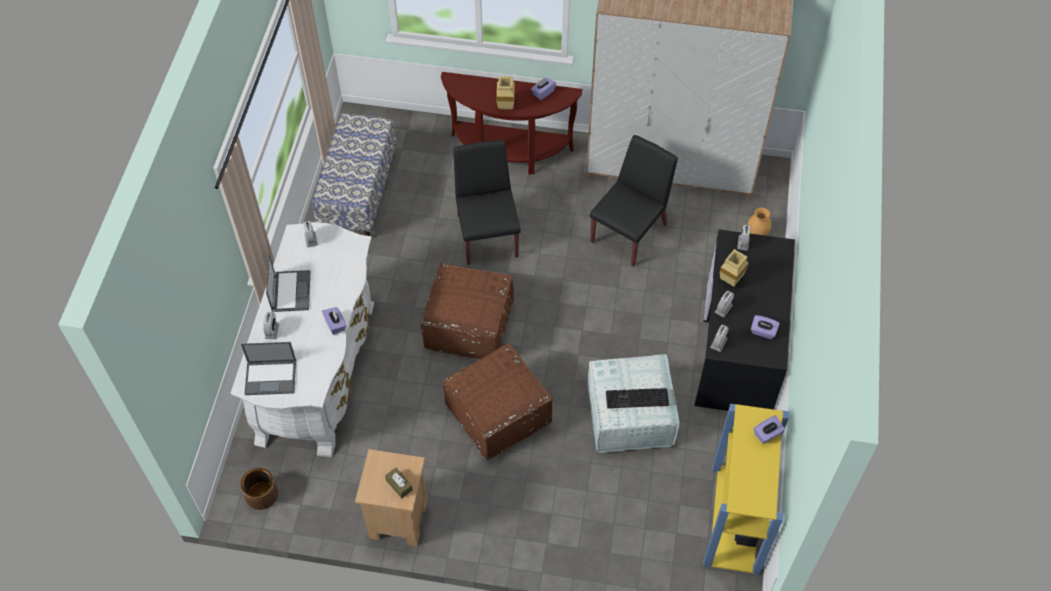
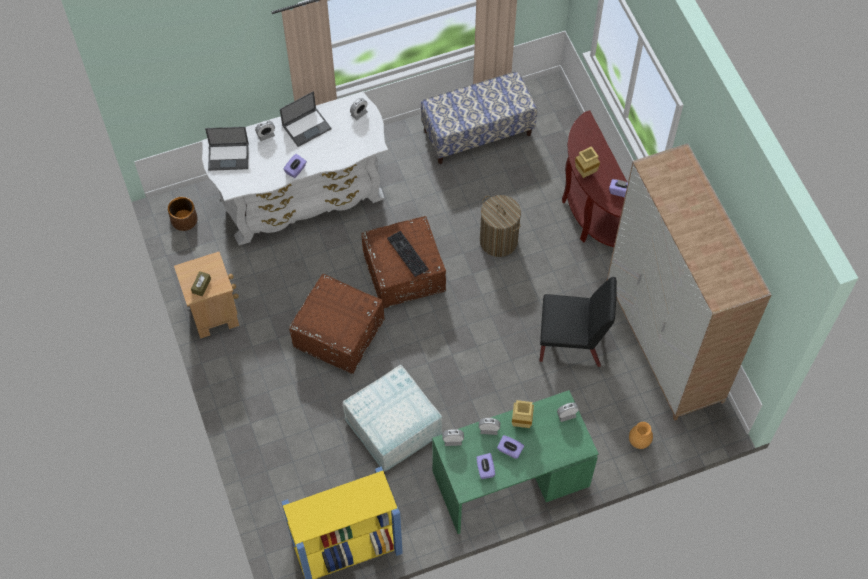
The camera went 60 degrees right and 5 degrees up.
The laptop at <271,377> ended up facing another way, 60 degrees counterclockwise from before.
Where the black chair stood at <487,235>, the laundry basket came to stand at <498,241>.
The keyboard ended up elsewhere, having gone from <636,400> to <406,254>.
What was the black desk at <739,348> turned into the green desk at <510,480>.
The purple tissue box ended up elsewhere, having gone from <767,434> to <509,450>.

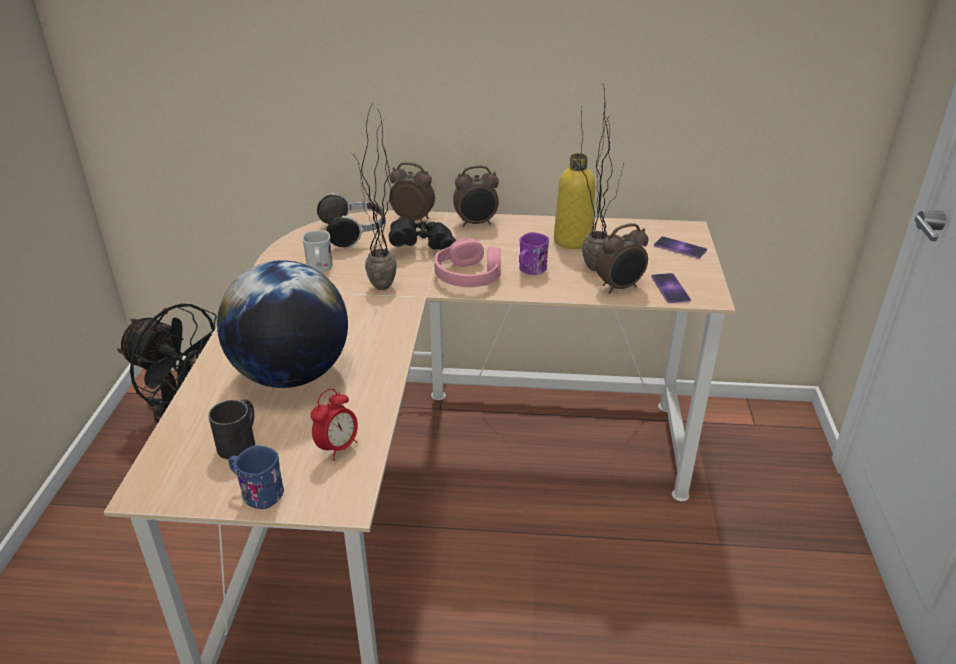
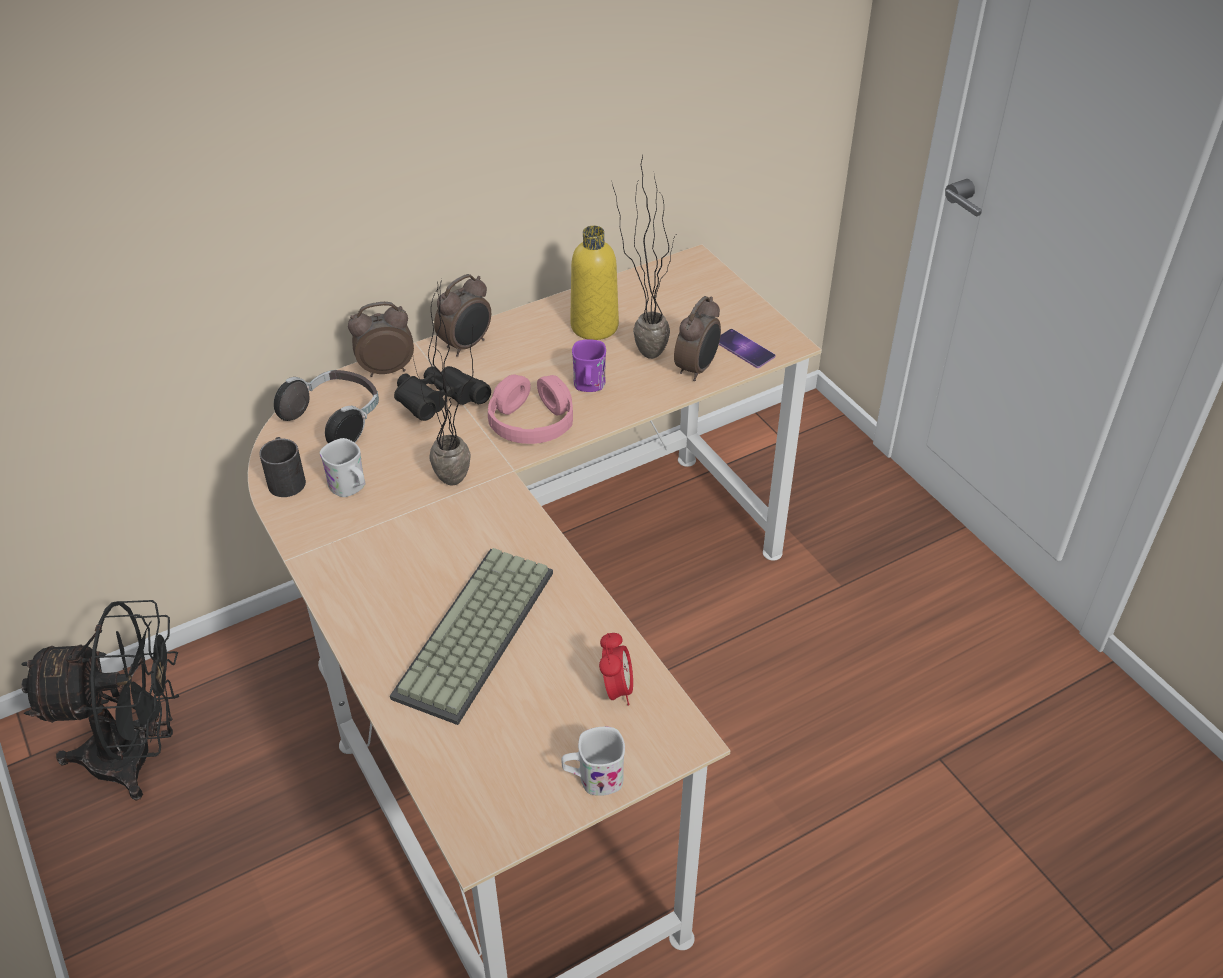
The camera went 35 degrees left and 10 degrees up.
The black mug ended up elsewhere, having gone from <240,441> to <286,478>.
Where the globe stood at <292,374>, the keyboard came to stand at <477,636>.
What was the blue mug at <257,493> turned into the white mug at <593,778>.
The second view lost the phone at <680,248>.

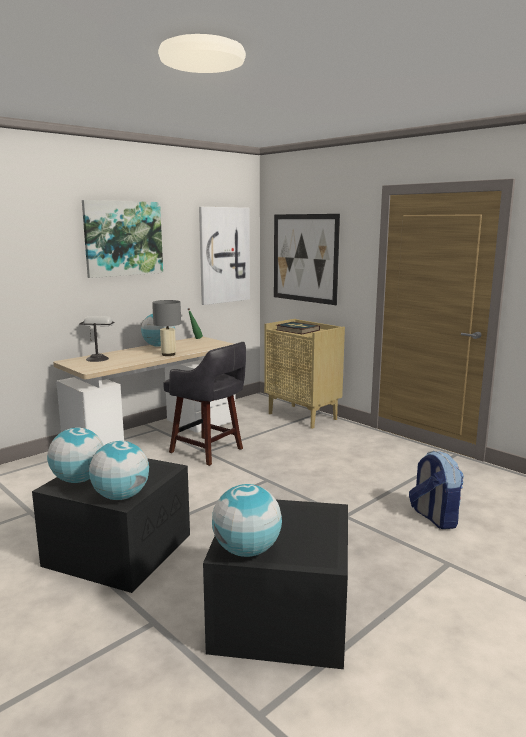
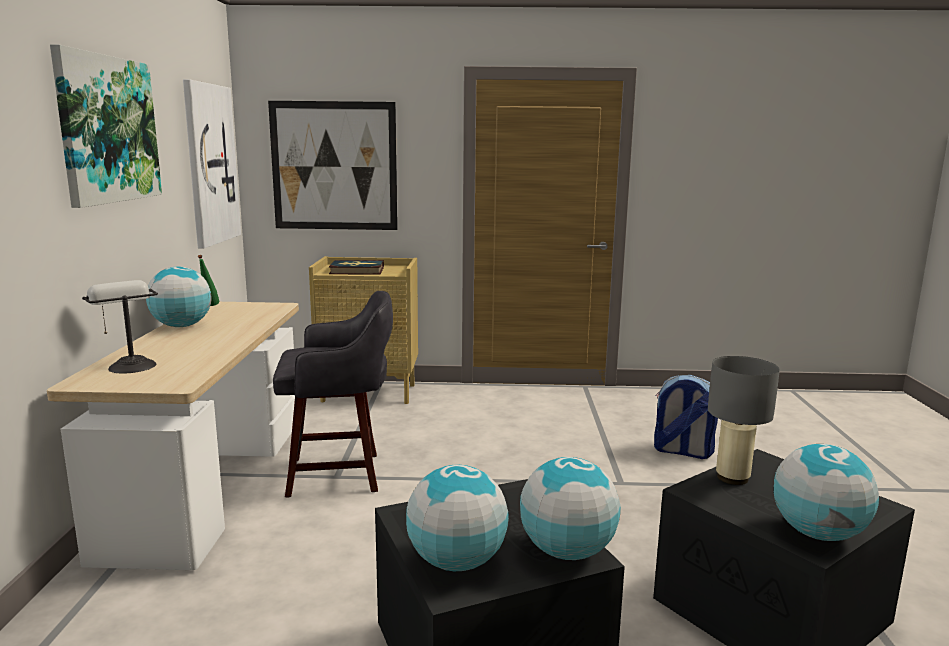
The camera went 45 degrees left and 0 degrees up.
The grey table lamp ended up elsewhere, having gone from <168,354> to <731,478>.

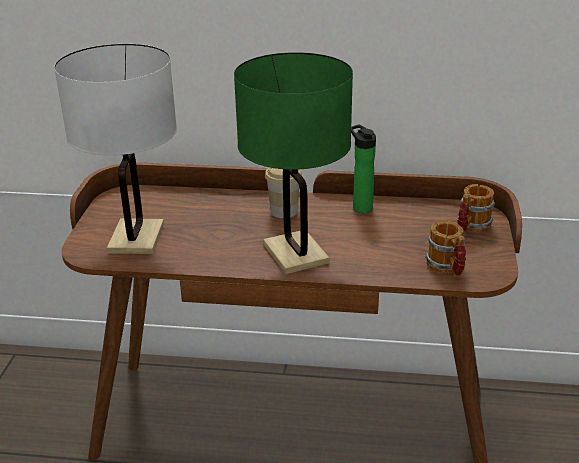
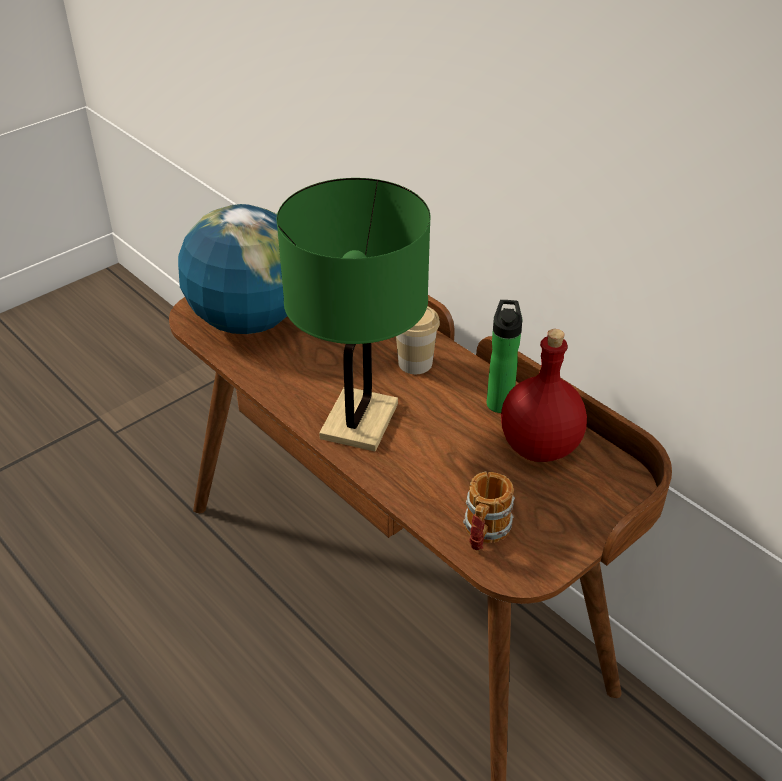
The camera went 40 degrees right and 10 degrees up.
Where the white table lamp stood at <136,238>, the globe came to stand at <249,321>.
The second view lost the mug at <470,228>.
The second view gained the red bottle at <541,447>.

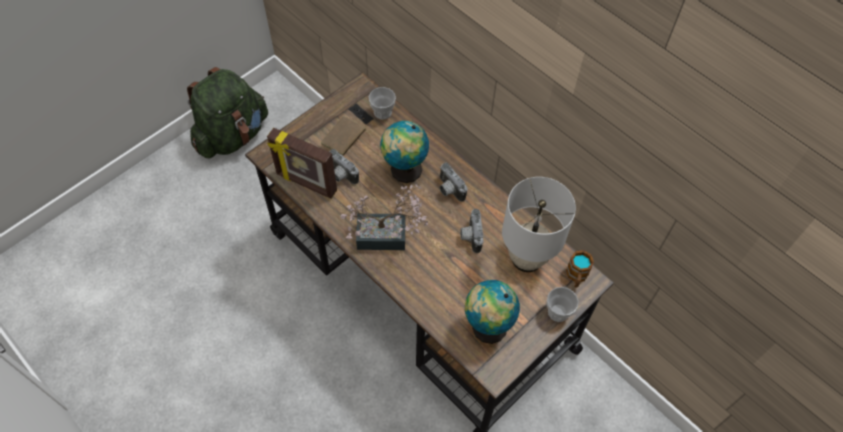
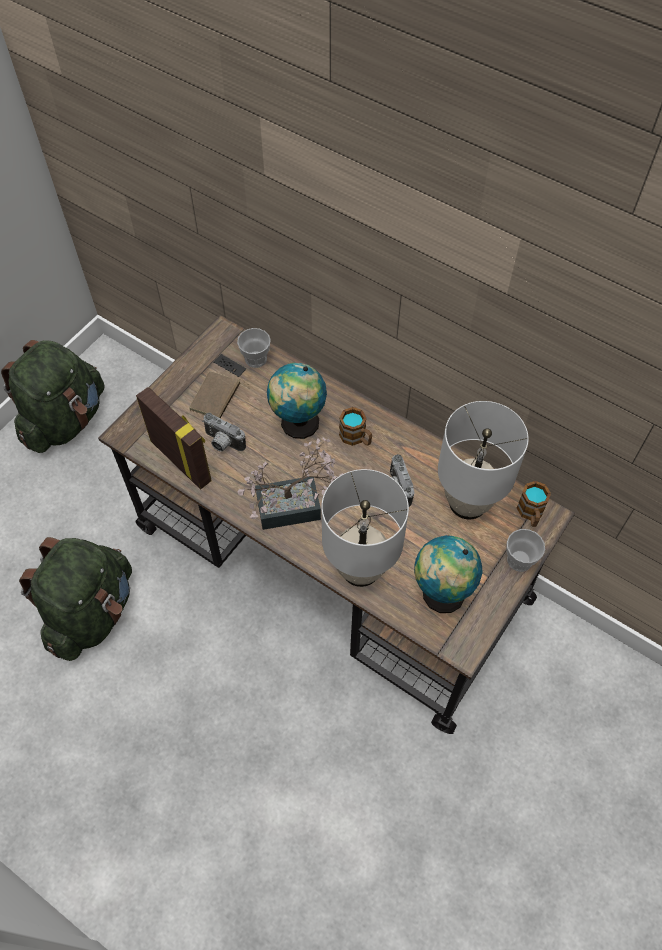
The camera went 10 degrees left and 0 degrees up.
The picture frame at <306,183> ended up facing another way, 150 degrees counterclockwise from before.
Where the photo camera stood at <448,190>, the mug came to stand at <356,438>.
The second view gained the green backpack at <92,612>.
The second view gained the white table lamp at <360,568>.

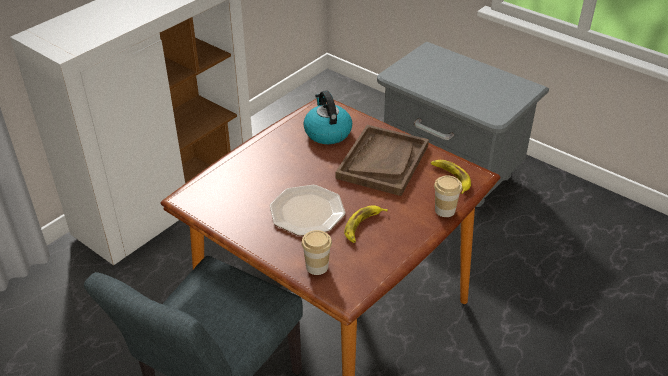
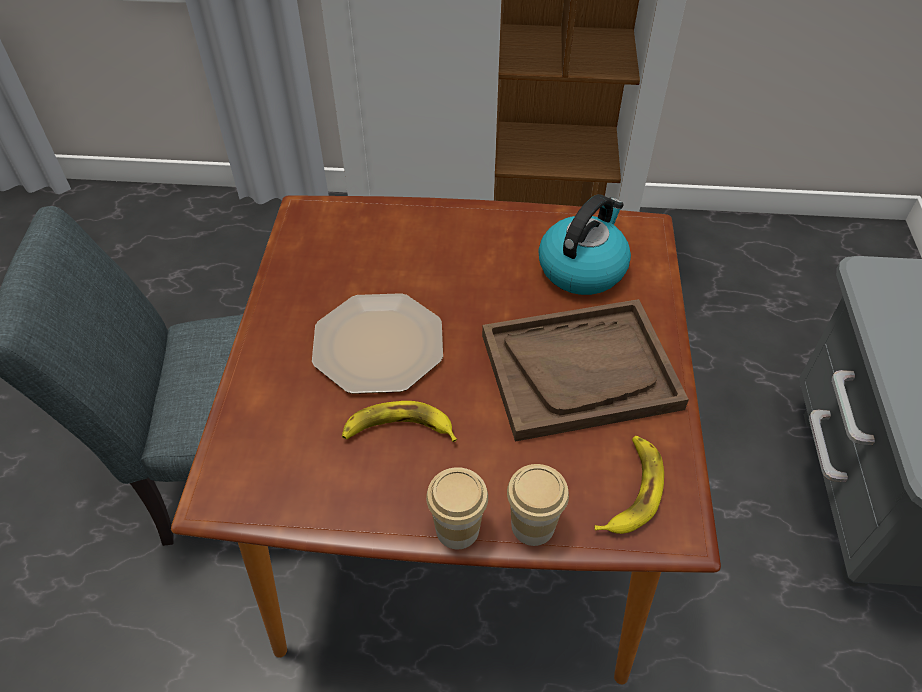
The camera went 55 degrees right and 10 degrees up.
The cup ended up elsewhere, having gone from <317,266> to <457,529>.

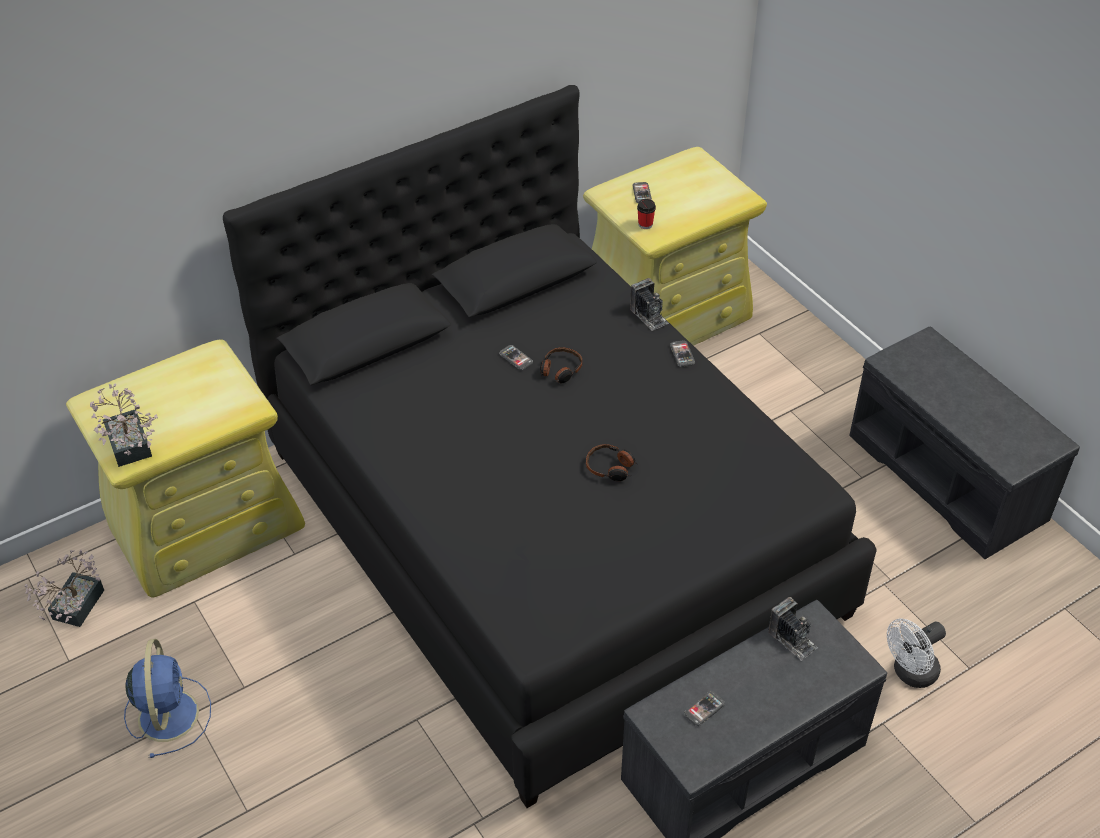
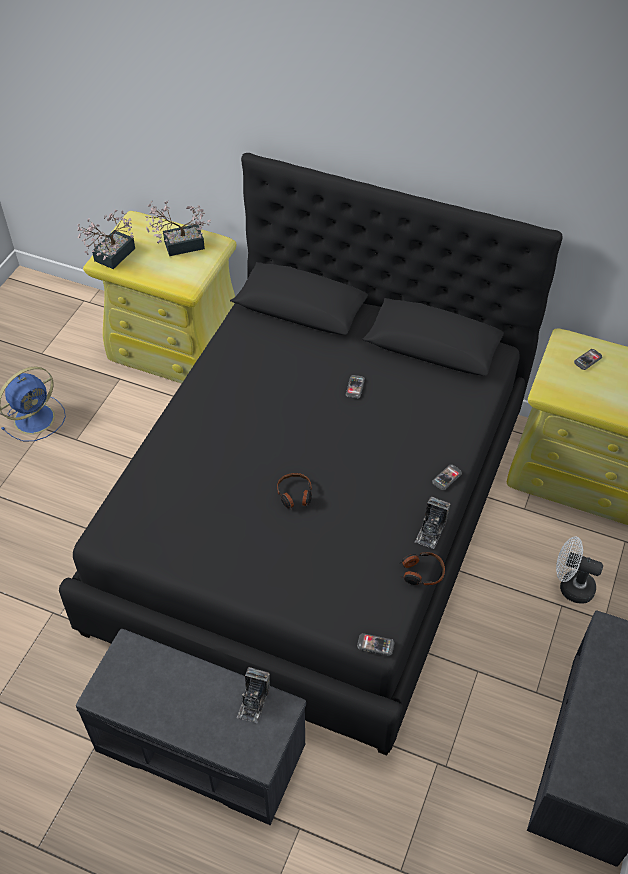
The camera went 55 degrees right and 5 degrees up.
The potted plant ended up elsewhere, having gone from <74,609> to <179,245>.
The headphones ended up elsewhere, having gone from <560,370> to <421,572>.
The photo camera ended up elsewhere, having gone from <649,316> to <431,531>.
The second view lost the cup at <645,224>.
The phone ended up elsewhere, having gone from <704,709> to <375,645>.
The white fan ended up elsewhere, having gone from <910,673> to <570,586>.

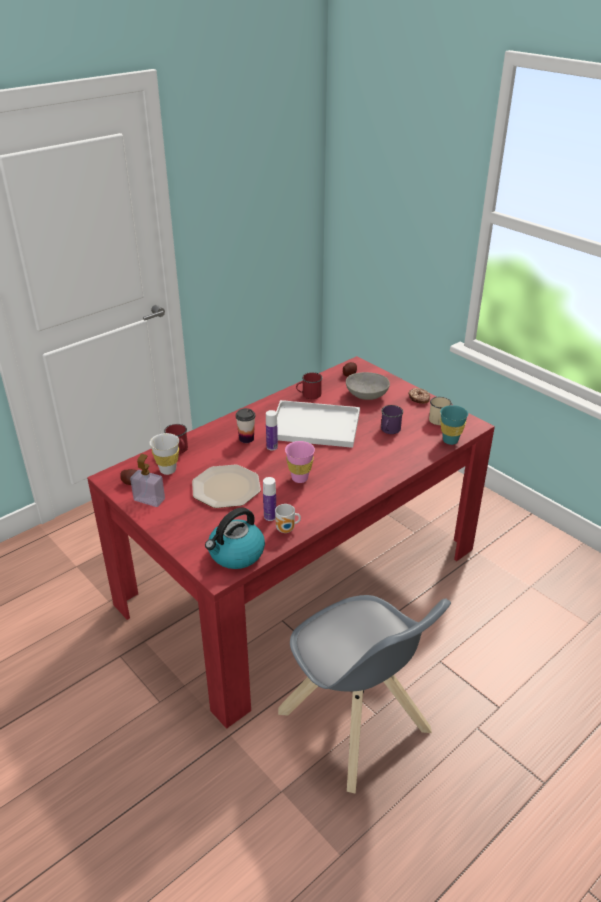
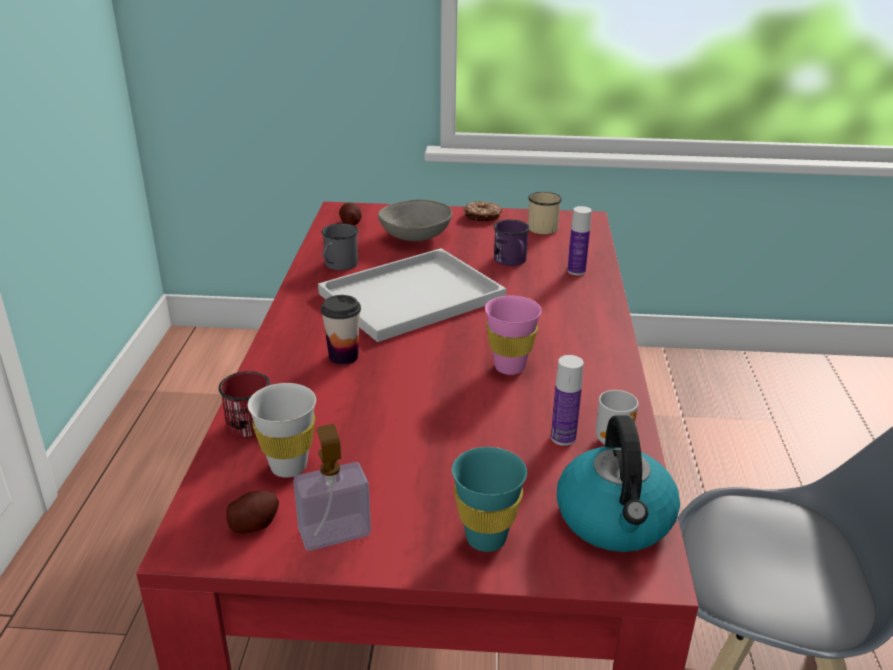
The camera went 45 degrees left and 5 degrees down.
The second view lost the plate at <226,488>.
The bottle ended up elsewhere, having gone from <272,447> to <576,271>.
What was the red mug at <308,395> turned into the grey mug at <338,266>.
The turquoise cup ended up elsewhere, having gone from <450,440> to <486,538>.

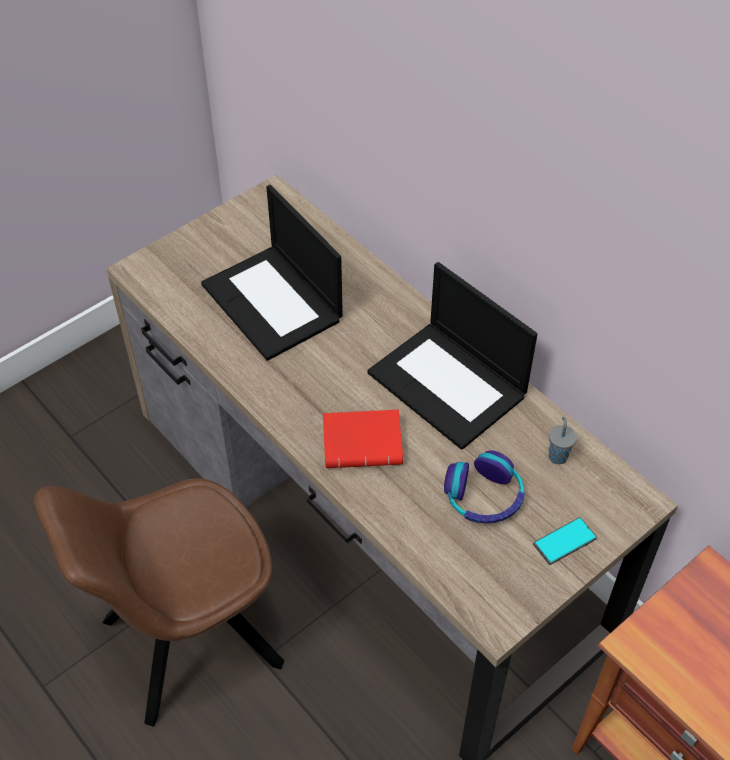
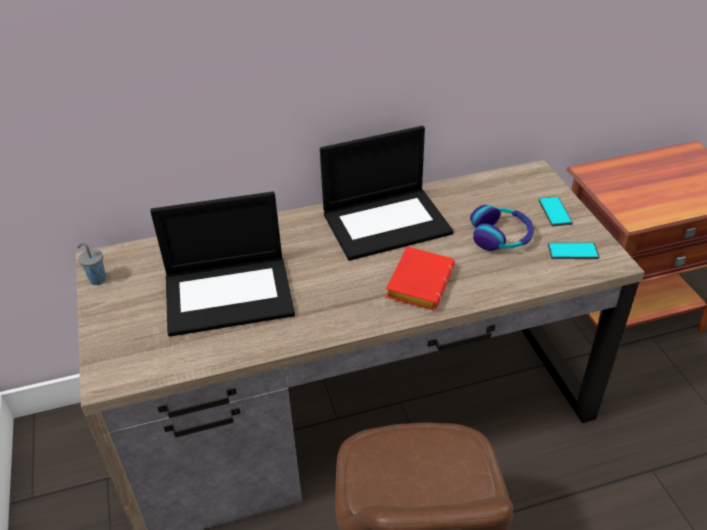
The camera went 65 degrees left and 10 degrees down.
The grey cup ended up elsewhere, having gone from <558,456> to <97,279>.
The second view gained the phone at <573,251>.

